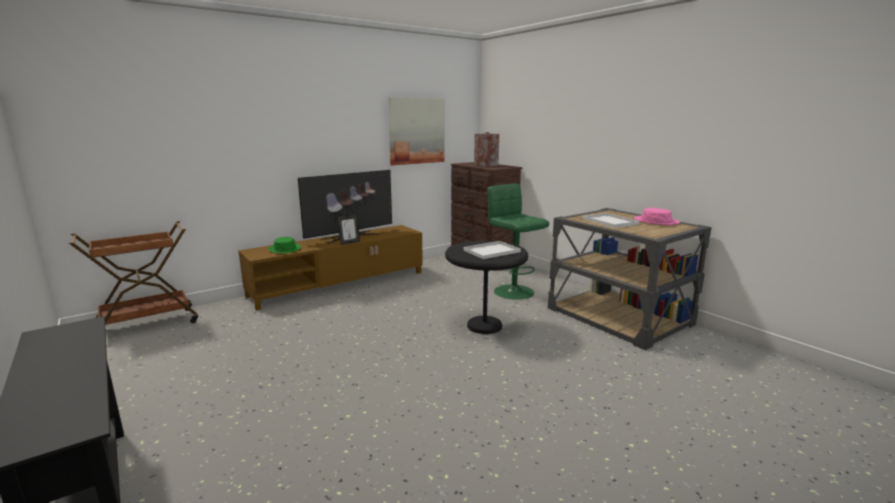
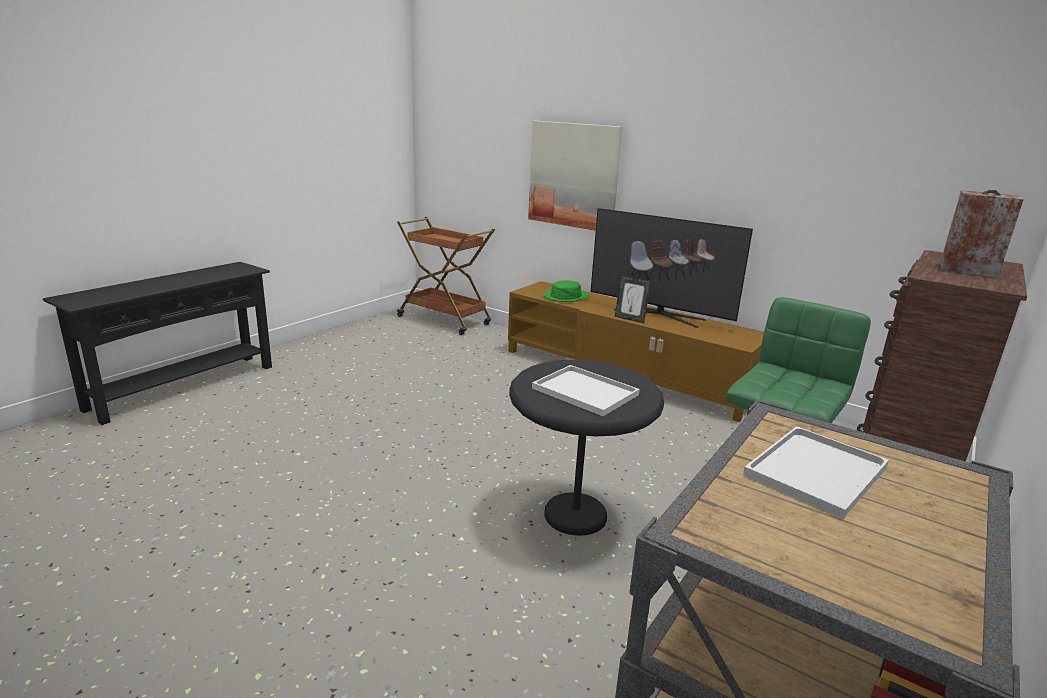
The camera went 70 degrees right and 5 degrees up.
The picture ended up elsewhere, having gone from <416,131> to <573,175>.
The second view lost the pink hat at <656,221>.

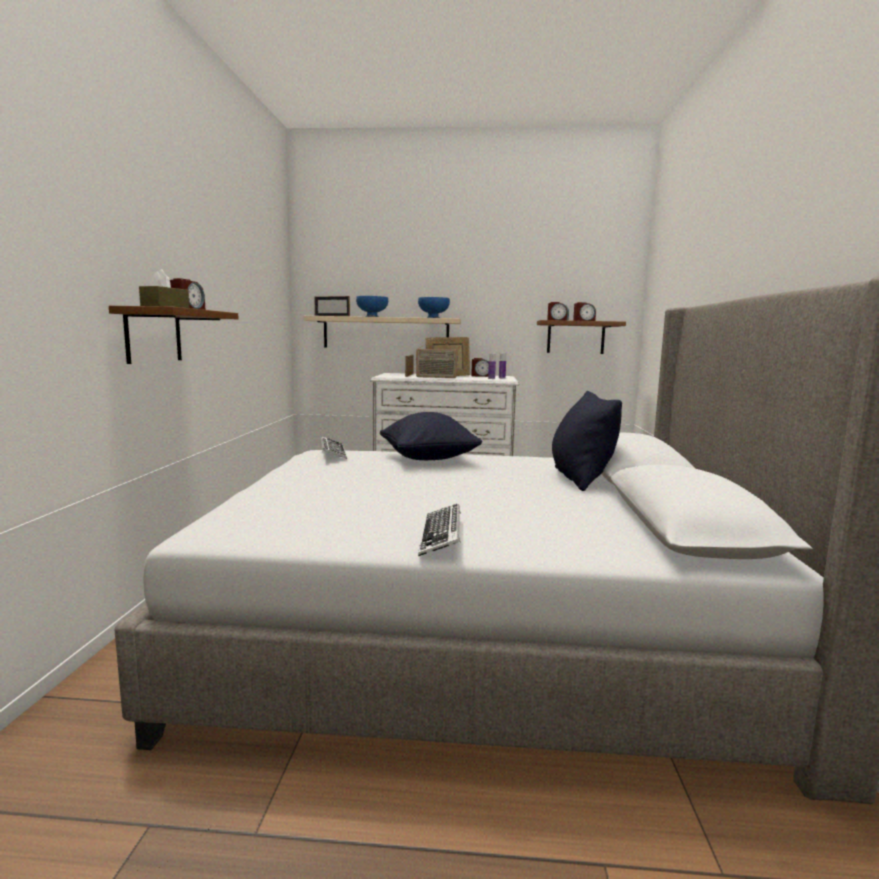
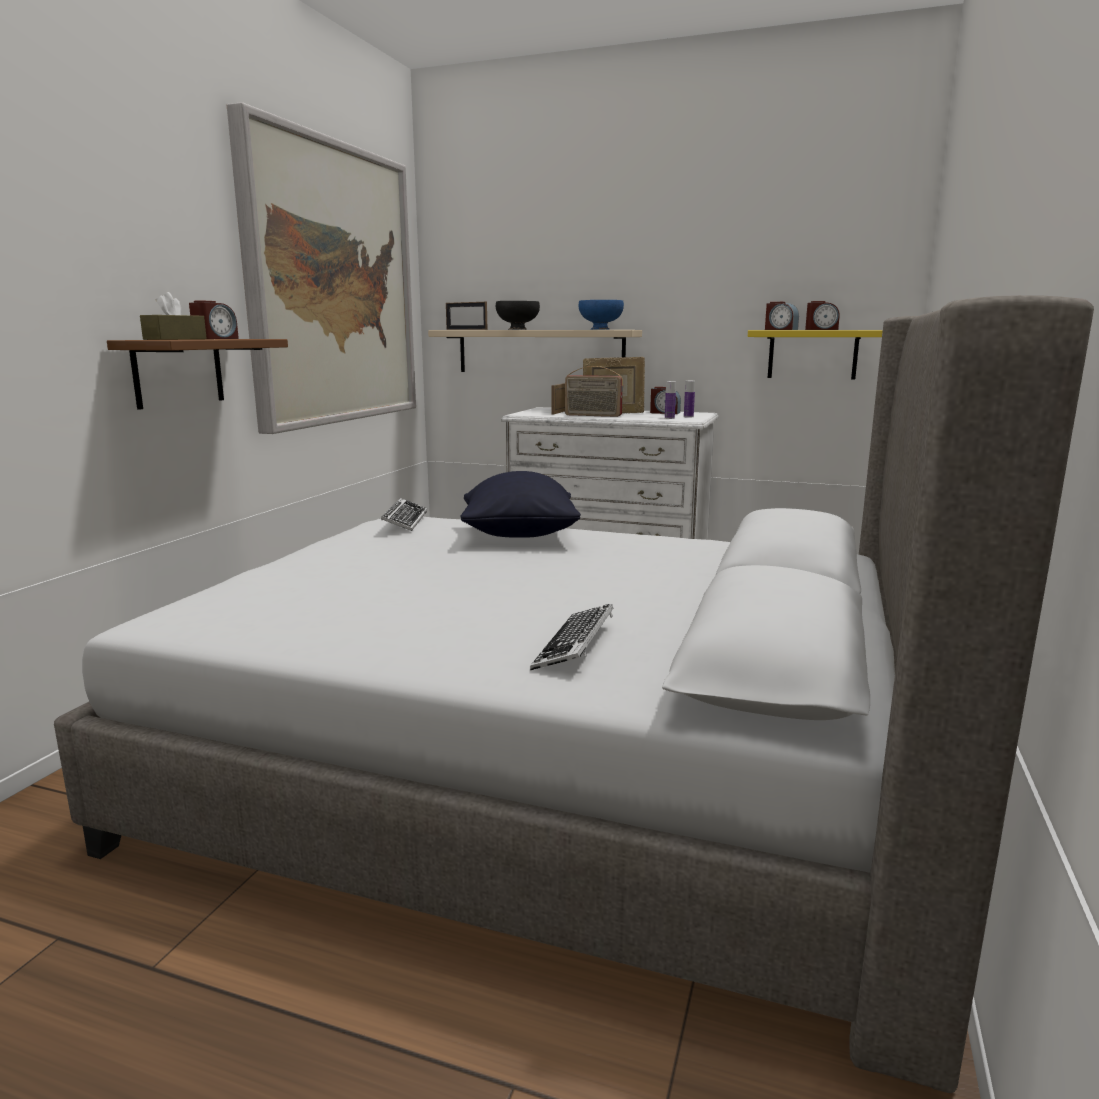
The camera went 15 degrees right and 5 degrees up.
What was the blue bowl at <372,316> turned into the black bowl at <517,329>.
The keyboard ended up elsewhere, having gone from <441,536> to <575,646>.
What was the brown shelf at <575,337> turned into the yellow shelf at <812,354>.
The second view lost the black pillow at <580,479>.
The second view gained the picture at <332,285>.

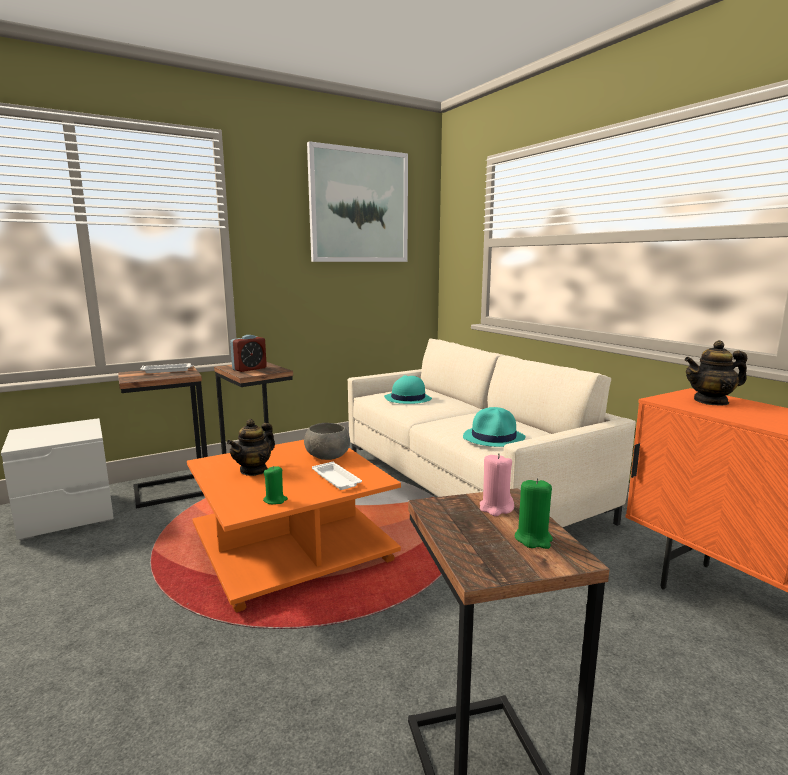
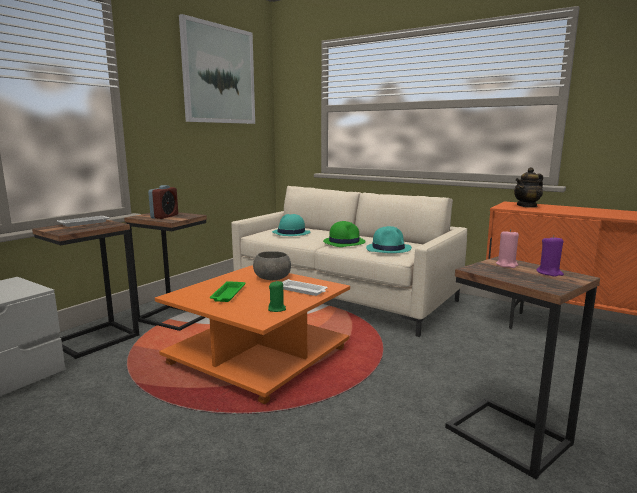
The camera went 25 degrees left and 0 degrees up.
Where the teapot stood at <254,470>, the green tray came to stand at <228,295>.
What was the green candle at <533,539> turned into the purple candle at <549,273>.
The second view gained the green hat at <344,242>.

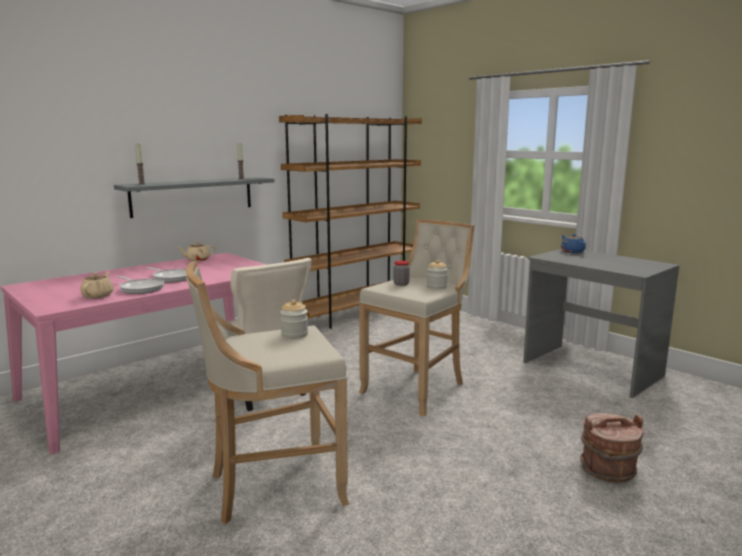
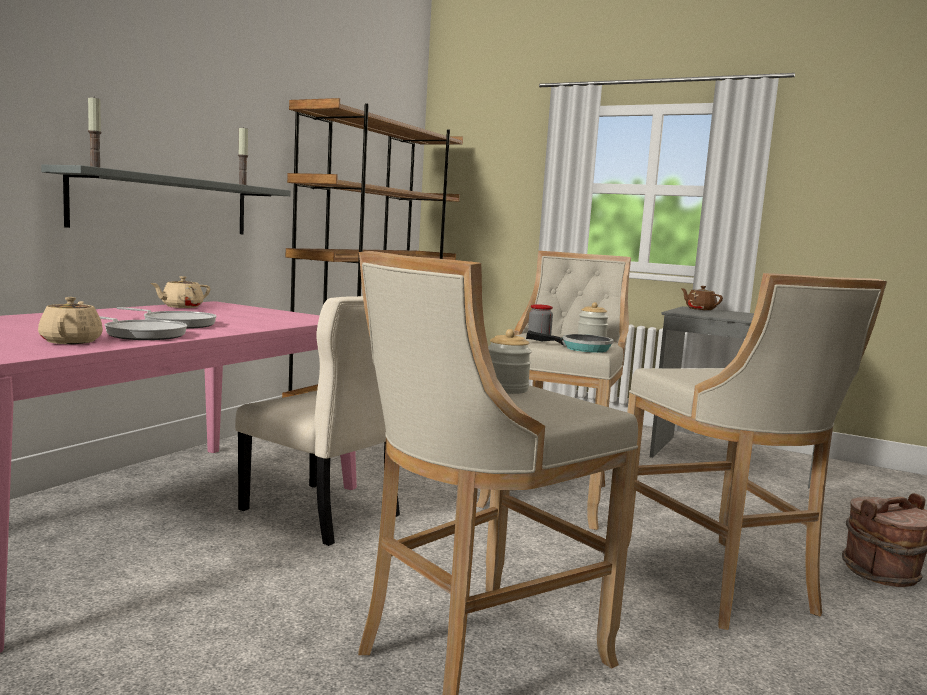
The camera went 20 degrees left and 5 degrees down.
What was the blue teapot at <572,251> turned into the brown teapot at <699,309>.
The second view gained the frying pan at <581,348>.
The second view gained the beige stool at <720,585>.

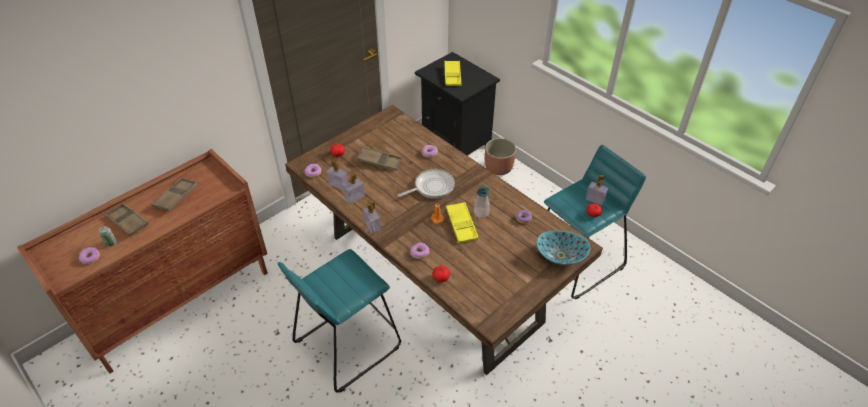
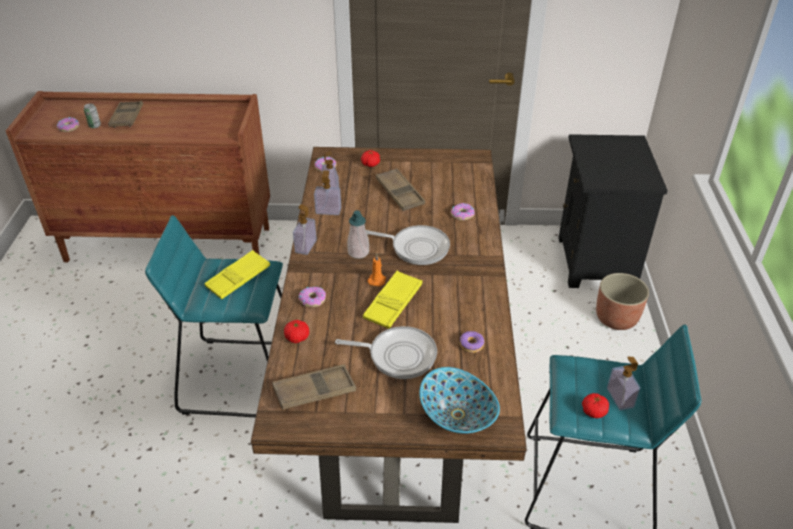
The camera went 45 degrees right and 5 degrees down.
The brown tray ended up elsewhere, having gone from <176,197> to <314,391>.
The yellow tray ended up elsewhere, having gone from <452,75> to <238,278>.
The soap dispenser ended up elsewhere, having gone from <481,212> to <358,252>.
The second view gained the frying pan at <398,355>.

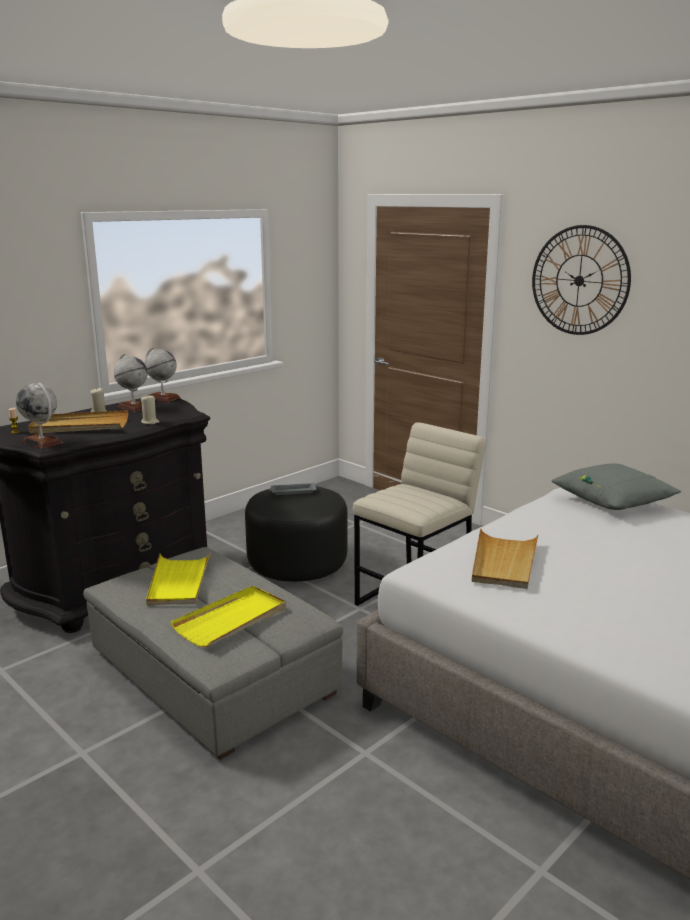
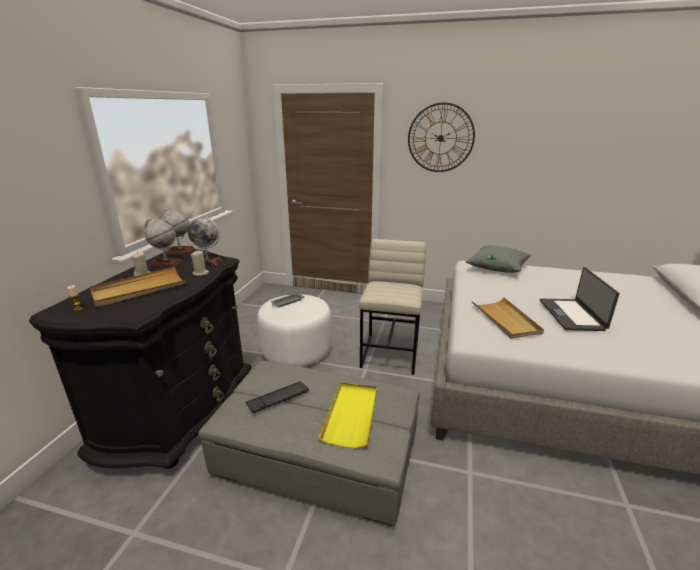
The camera went 30 degrees left and 5 degrees up.
The globe ended up elsewhere, having gone from <42,442> to <207,262>.
Where the yellow tray stood at <178,582>, the keyboard came to stand at <277,397>.
What was the black ottoman at <297,563> turned into the white ottoman at <296,350>.
The second view gained the laptop at <572,315>.

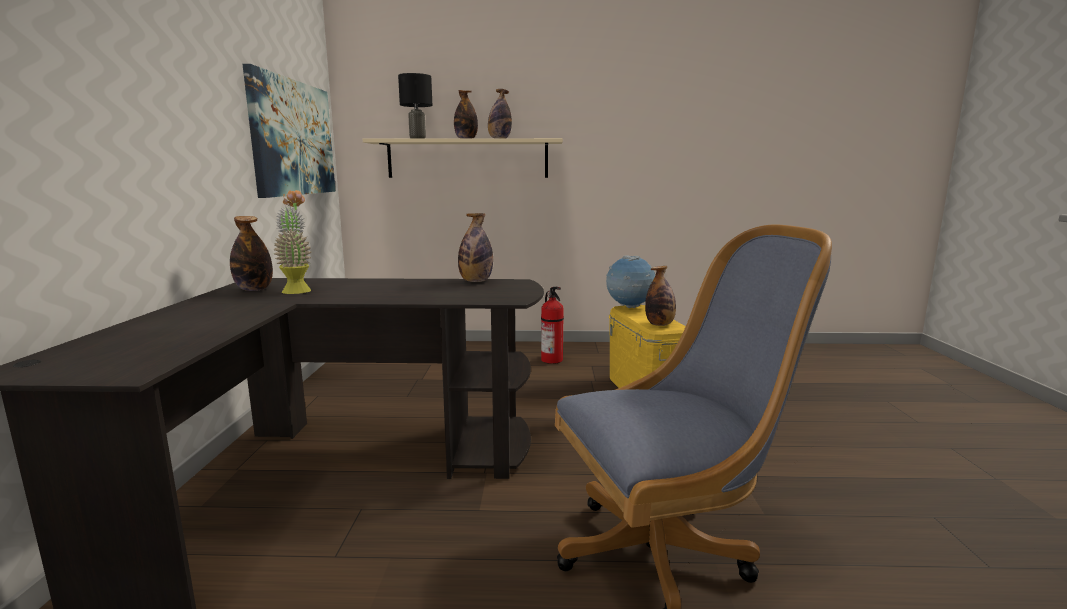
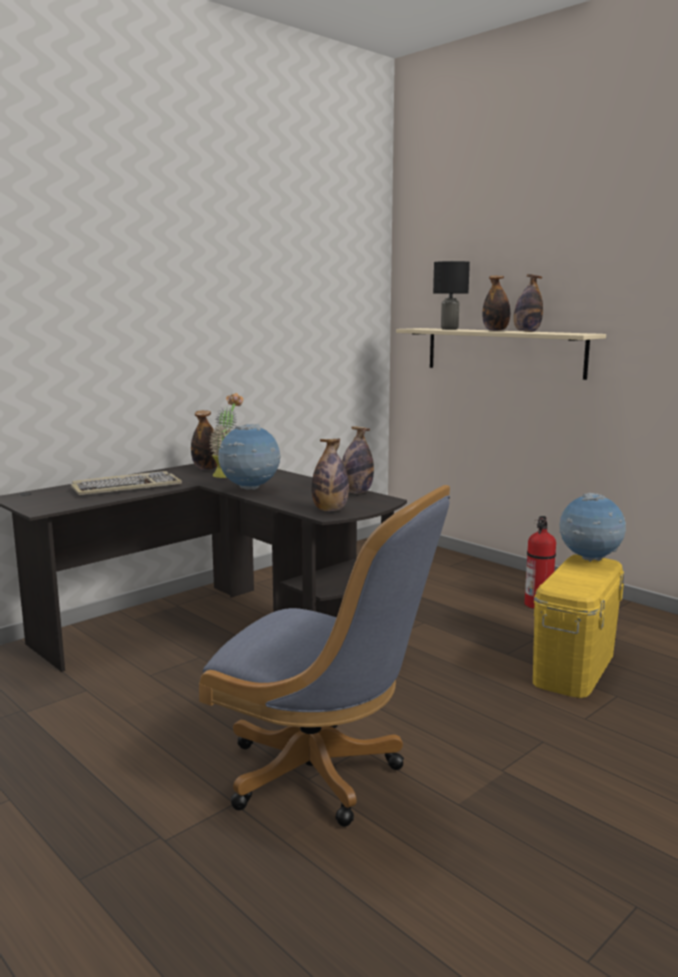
The camera went 45 degrees right and 0 degrees up.
The second view lost the picture at <293,138>.
The bottle ended up elsewhere, having gone from <659,324> to <330,510>.
The second view gained the keyboard at <127,487>.
The second view gained the globe at <250,489>.

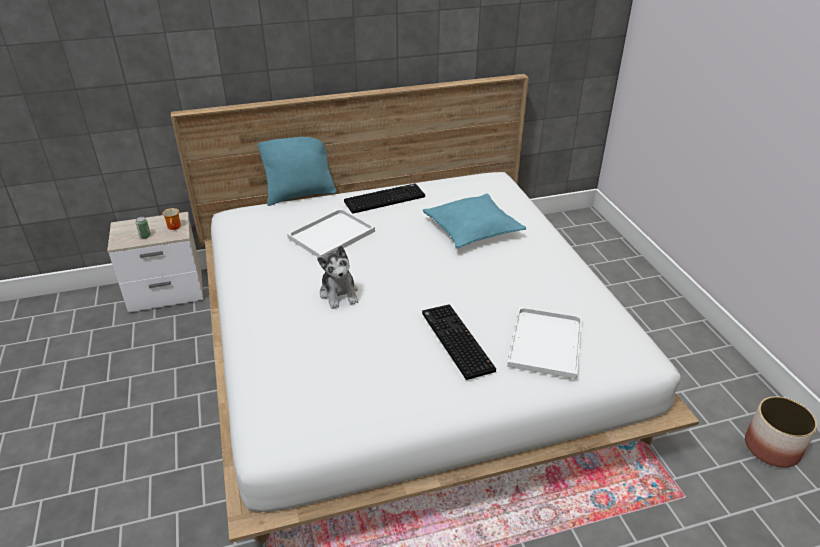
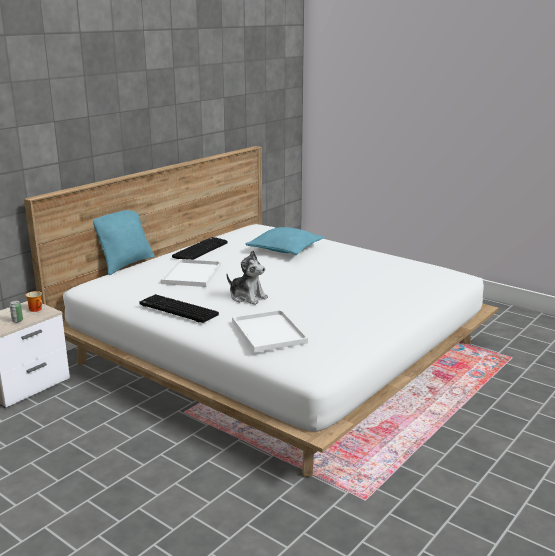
The camera went 35 degrees left and 15 degrees down.
The keyboard ended up elsewhere, having gone from <455,341> to <176,310>.
The white tray ended up elsewhere, having gone from <546,344> to <270,332>.
The second view lost the planter at <772,448>.

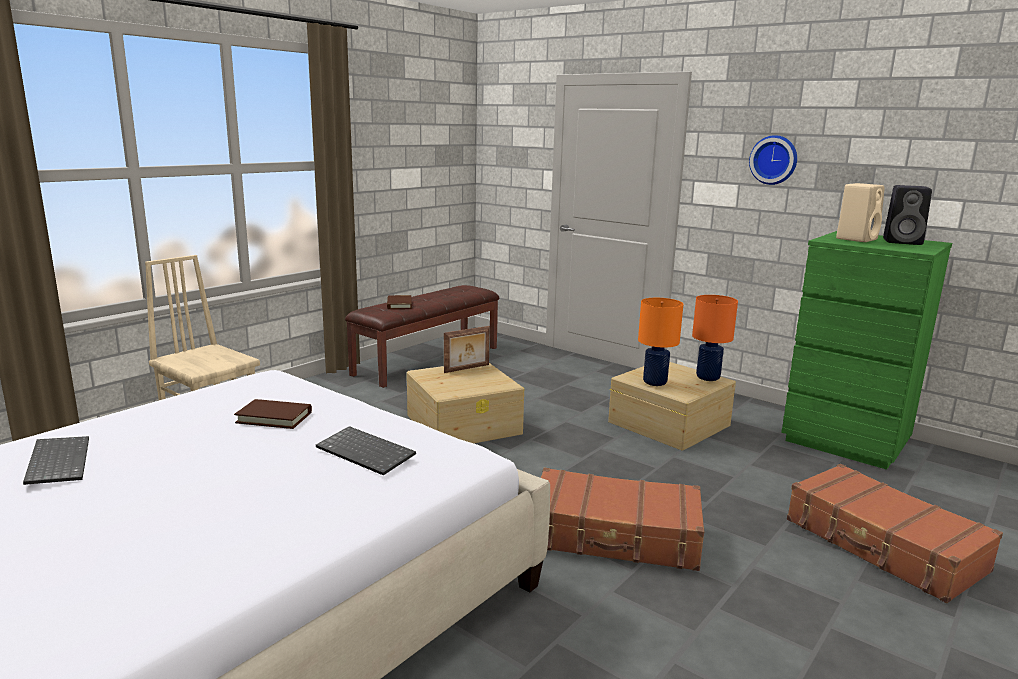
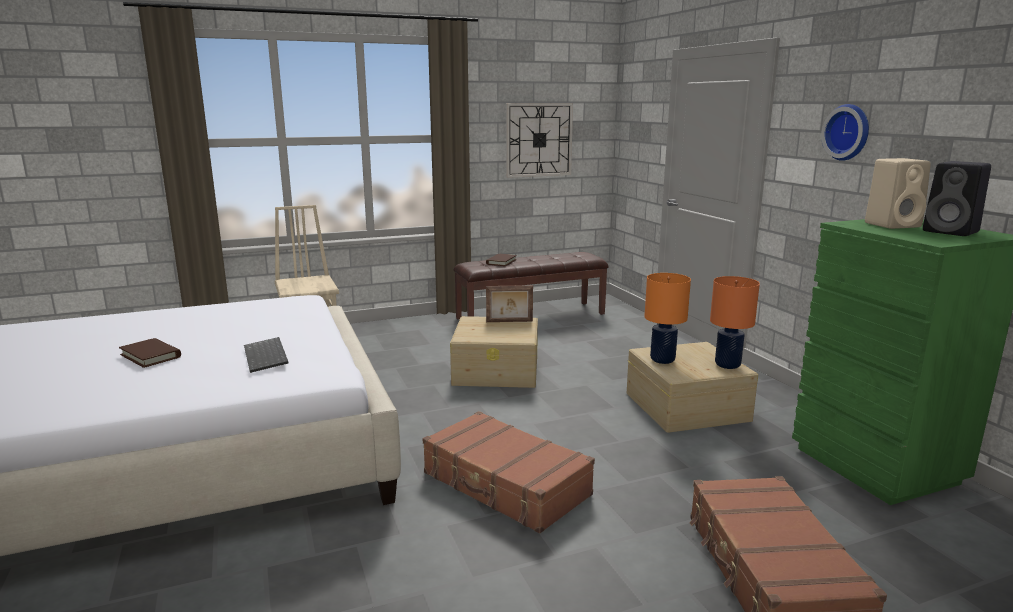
The camera went 30 degrees right and 0 degrees up.
The second view lost the keyboard at <56,462>.
The brown book ended up elsewhere, having gone from <274,417> to <151,356>.
The second view gained the wall clock at <539,140>.

